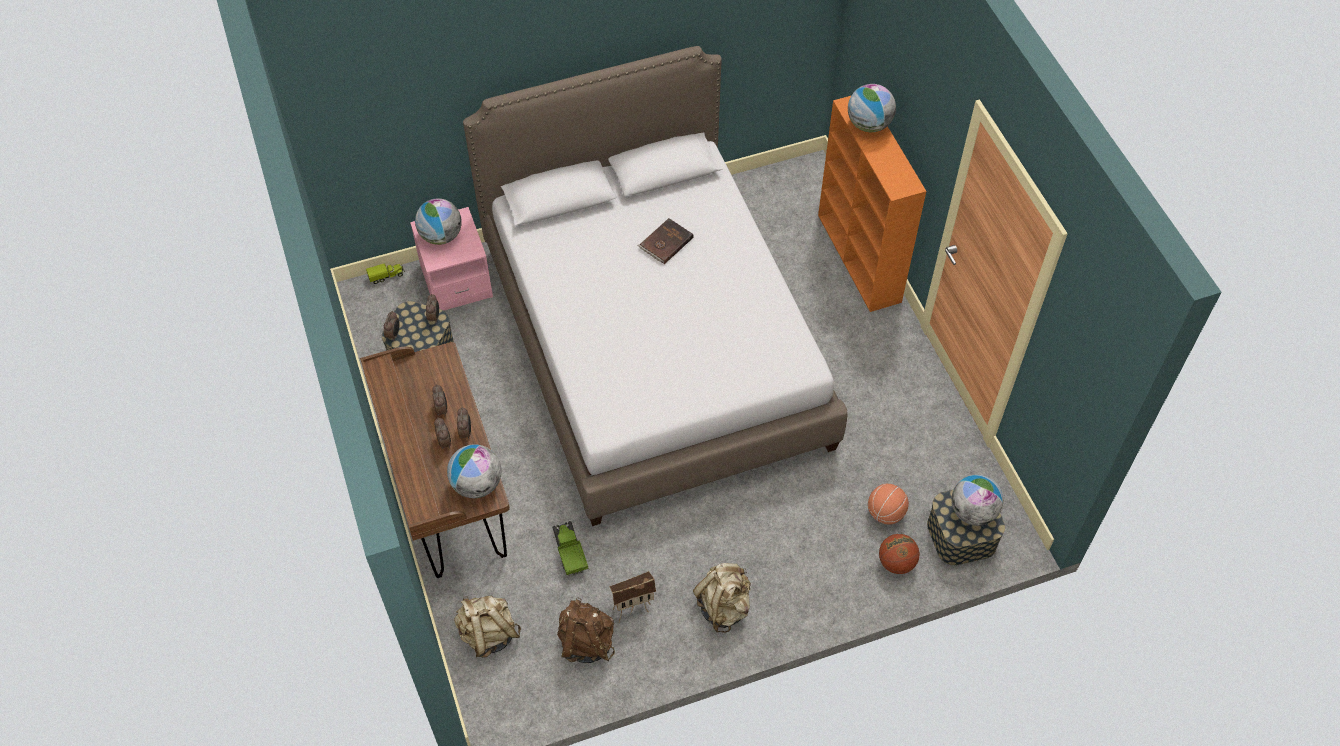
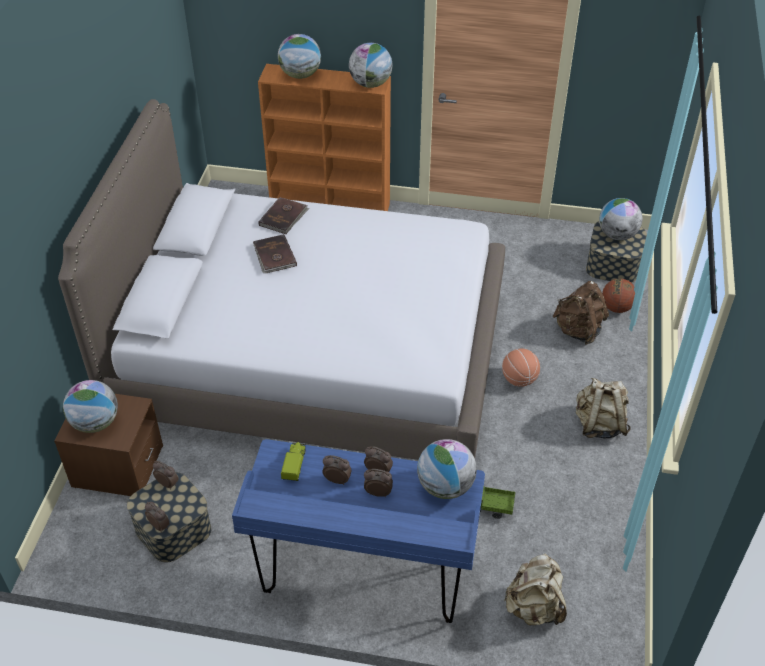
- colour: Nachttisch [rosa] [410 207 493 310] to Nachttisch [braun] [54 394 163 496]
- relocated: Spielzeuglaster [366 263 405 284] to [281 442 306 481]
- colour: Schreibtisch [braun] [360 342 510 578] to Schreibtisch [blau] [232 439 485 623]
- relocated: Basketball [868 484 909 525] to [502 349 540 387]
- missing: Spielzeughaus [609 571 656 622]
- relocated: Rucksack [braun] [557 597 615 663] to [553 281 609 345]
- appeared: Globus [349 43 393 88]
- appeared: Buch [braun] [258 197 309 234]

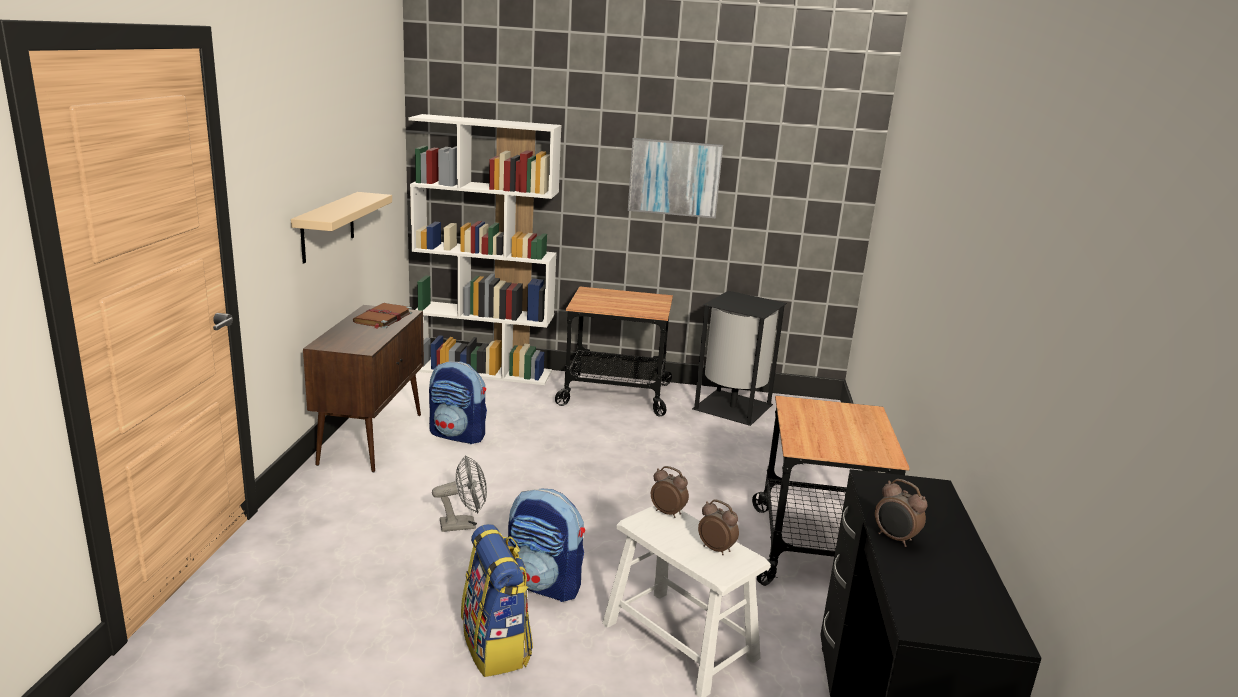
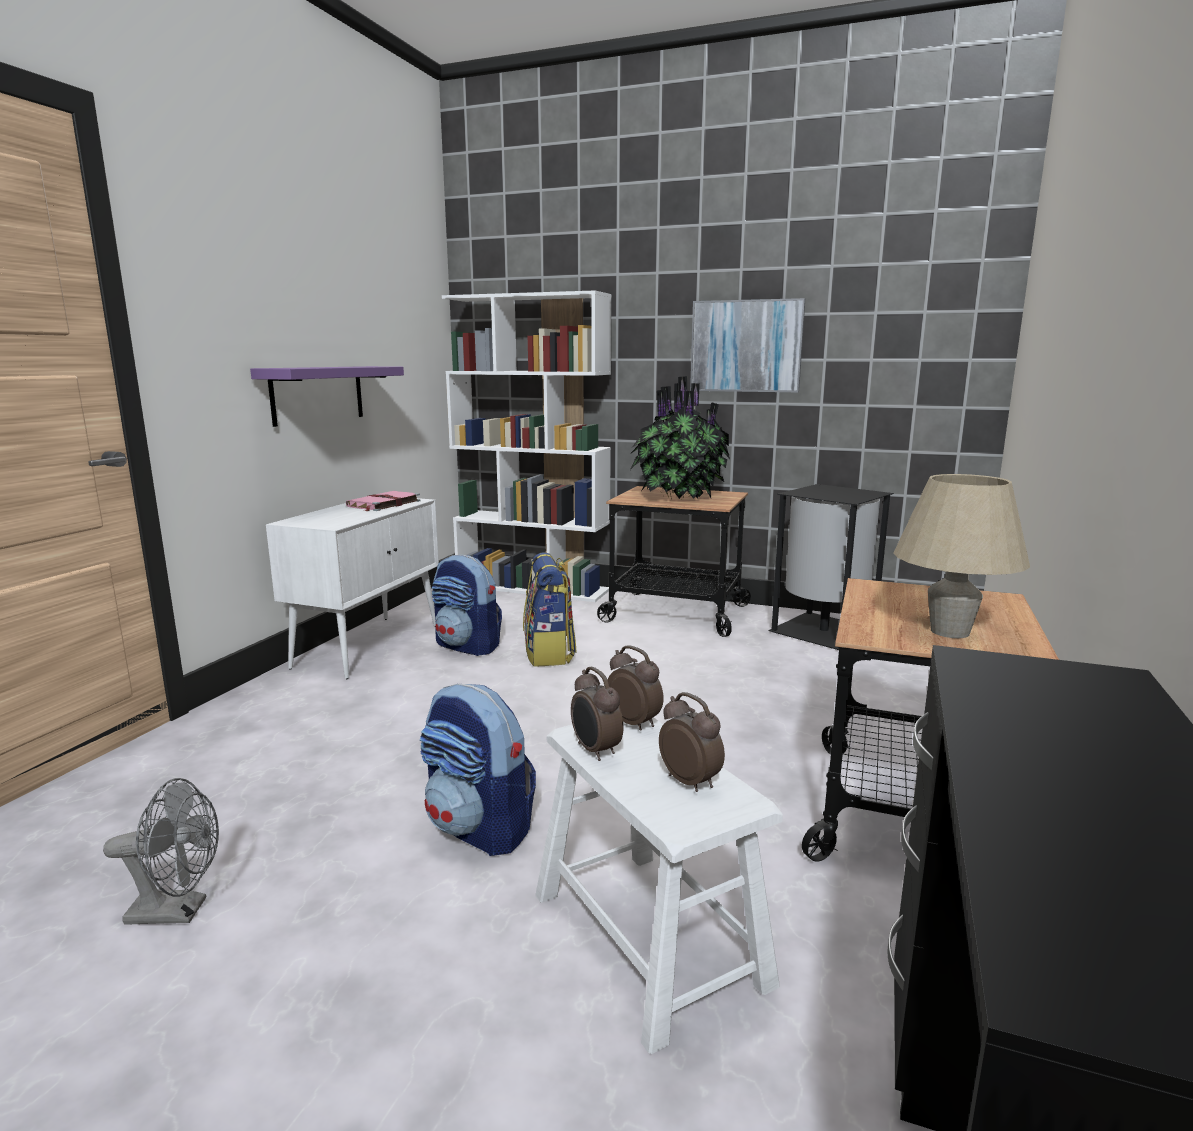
- colour: Wandregal [beige] [291 192 392 264] to Wandregal [lila] [250 366 404 427]
- colour: Buch [braun] [353 303 412 329] to Buch [rosa] [346 491 421 511]
- colour: Schrank [braun] [303 305 424 472] to Schrank [weiß] [266 498 439 679]
- relocated: Ventilator [grau] [432 455 487 532] to [103 778 219 925]
- relocated: Wecker [875 479 928 547] to [571 667 623 761]
- relocated: Rucksack [461 524 533 677] to [523 552 577 667]
- appeared: Topfpflanze [629 376 730 499]
- appeared: Tischlampe [beige] [893 474 1030 638]

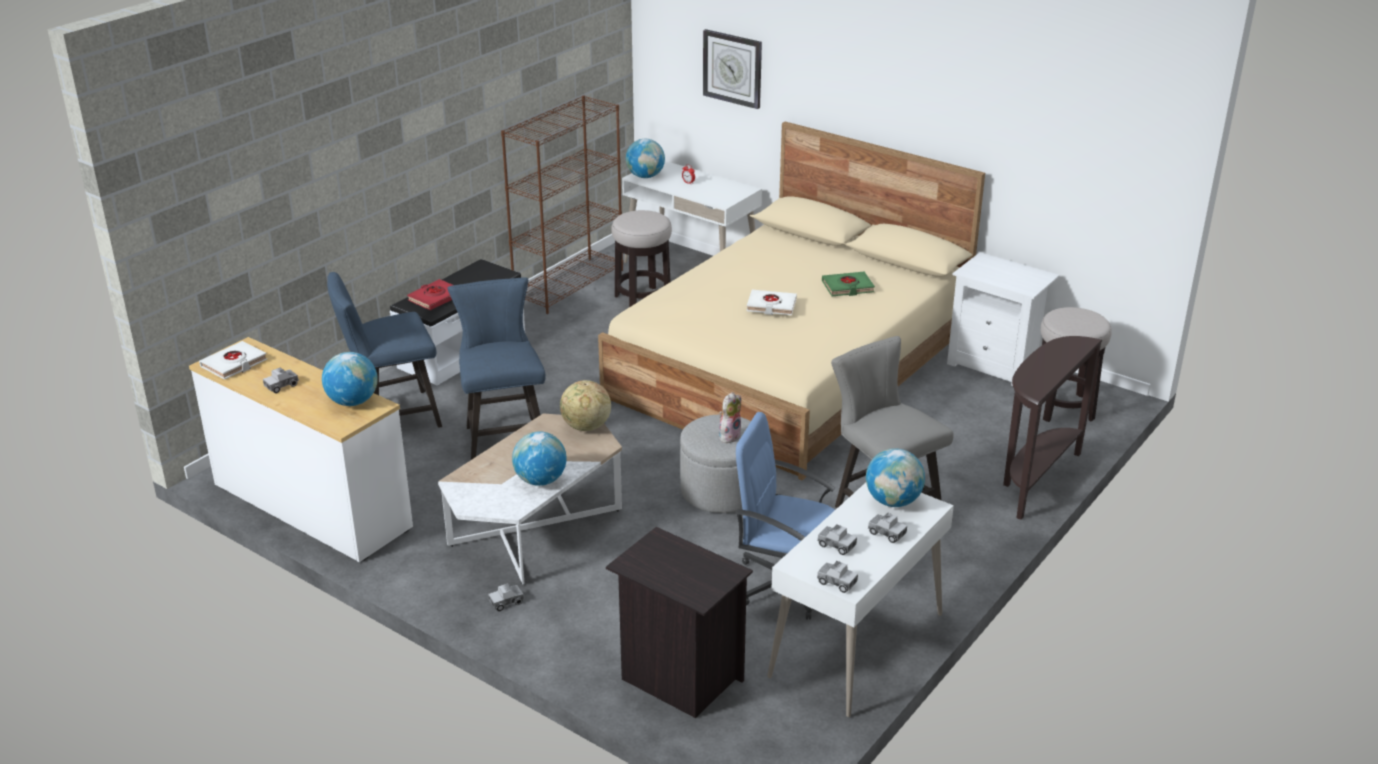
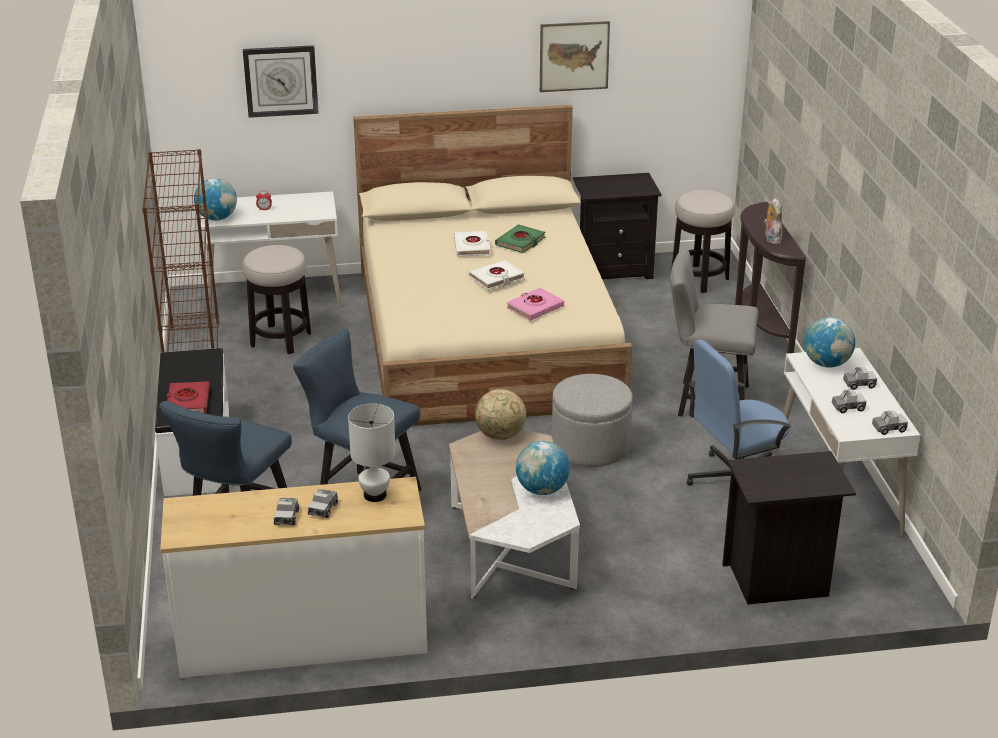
- colour: Nachttisch [weiß] [947 252 1060 386] to Nachttisch [schwarz] [573 173 662 279]
- relocated: Buch [weiß] [199 341 267 380] to [454 231 491 257]
- exchanged: Globus [322 352 378 406] to Tischlampe [weiß] [348 403 396 502]
- relocated: Plüschtier [719 392 741 443] to [764 198 783 244]
- relocated: Spielzeuglaster [488 583 524 611] to [308 489 338 518]
- appeared: Bild [540 21 610 92]
- appeared: Buch [rosa] [507 288 564 321]

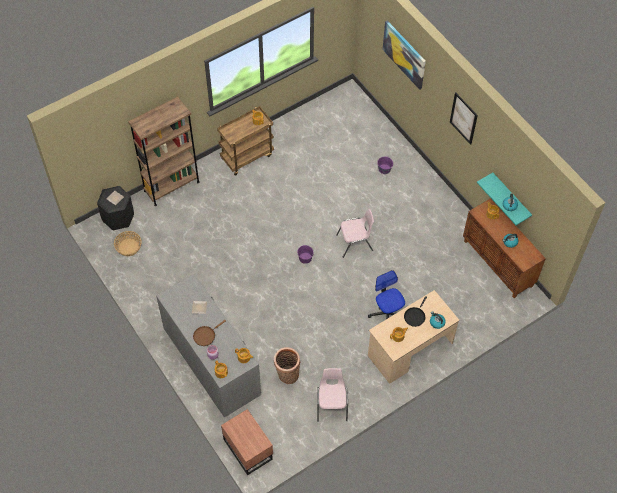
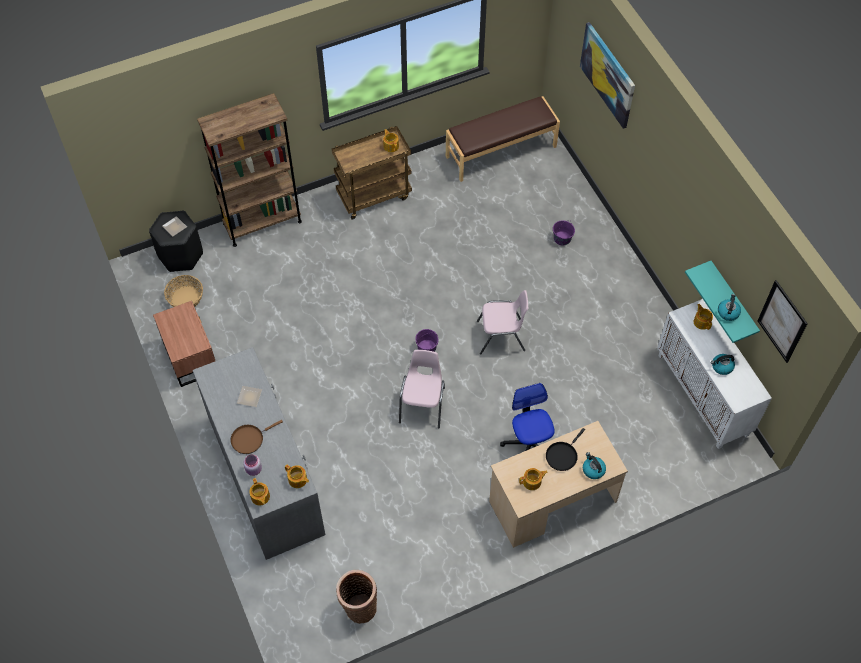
- relocated: Bild [450 92 478 145] to [758 280 808 363]
- colour: Schrank [braun] [463 198 546 298] to Schrank [weiß] [657 299 772 449]
- relocated: Korb [274 347 300 384] to [336 570 377 624]
- relocated: Stuhl [rosa] [317 368 348 422] to [399 350 445 428]
- relocated: Nachttisch [braun] [221 409 273 475] to [153 301 215 387]
- appeared: Bank [braun] [446 96 560 182]

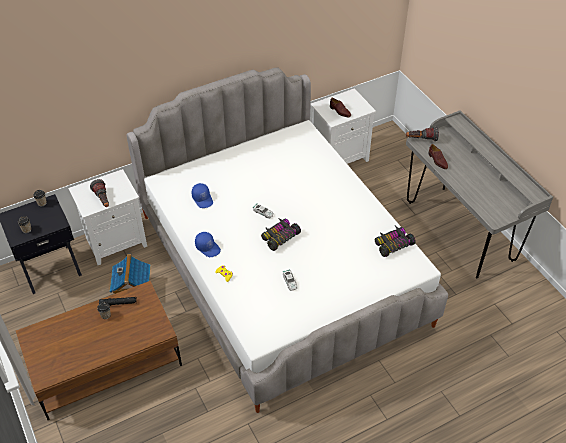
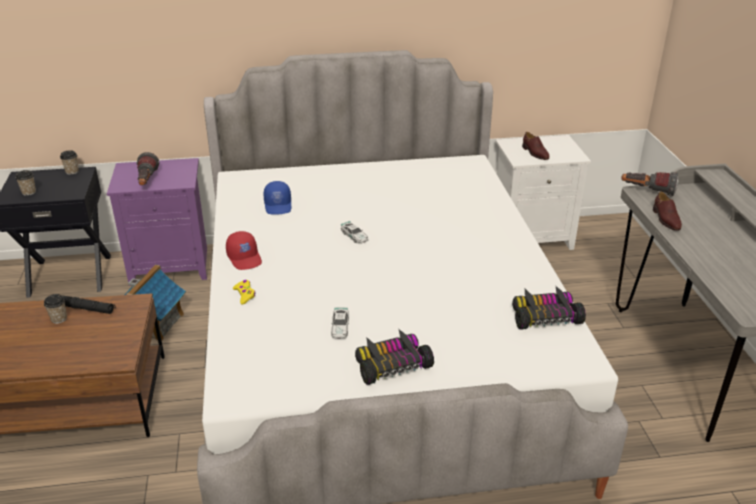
- colour: Nachttisch [weiß] [68 169 147 265] to Nachttisch [lila] [107 158 207 286]
- relocated: Spielzeugauto [261 218 301 251] to [355 329 434 385]
- colour: Kappe [blau] [195 232 221 257] to Kappe [rot] [226 231 262 270]

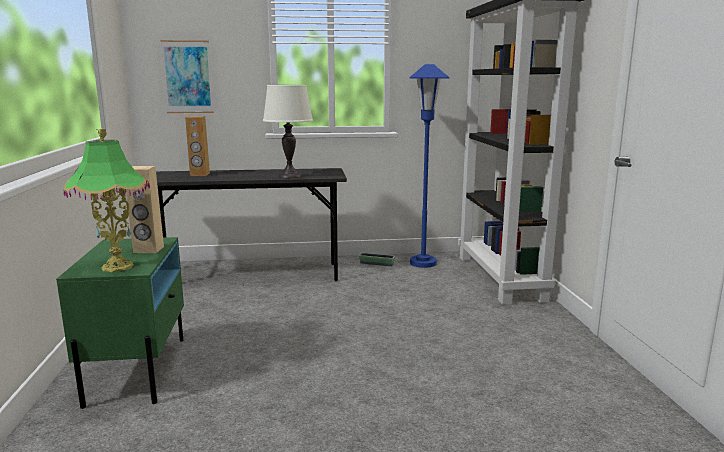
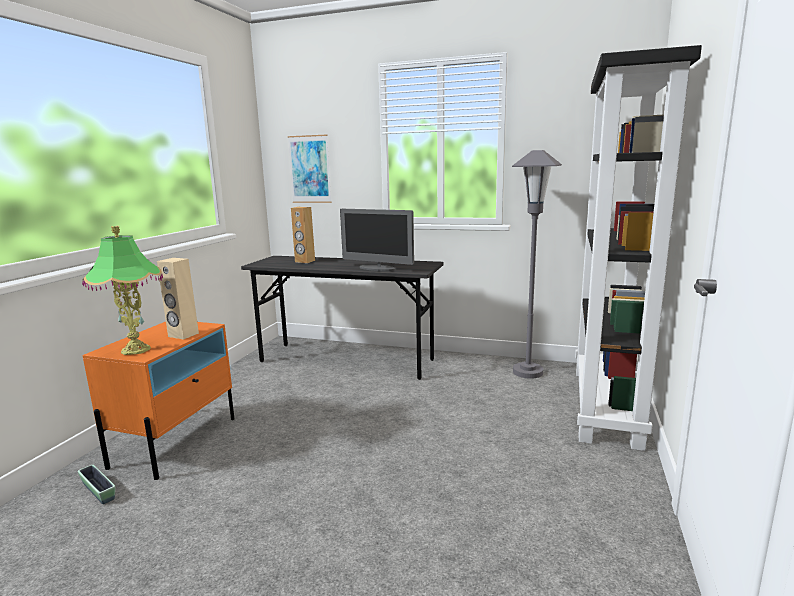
- colour: Stehlampe [blau] [409 64 450 268] to Stehlampe [grau] [512 150 562 379]
- exchanged: Tischlampe [weiß] [263 85 313 178] to Monitor [340 209 414 271]
- colour: Nachttisch [grün] [56 237 184 409] to Nachttisch [orange] [82 321 234 480]
- relocated: Pflanzkübel [359 253 395 266] to [78 465 115 504]

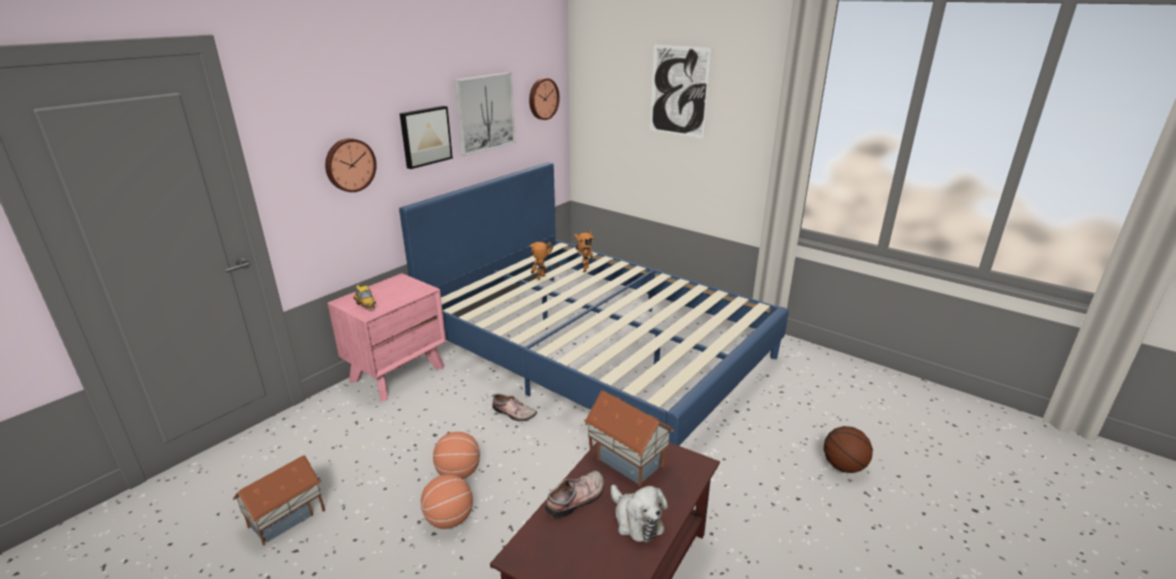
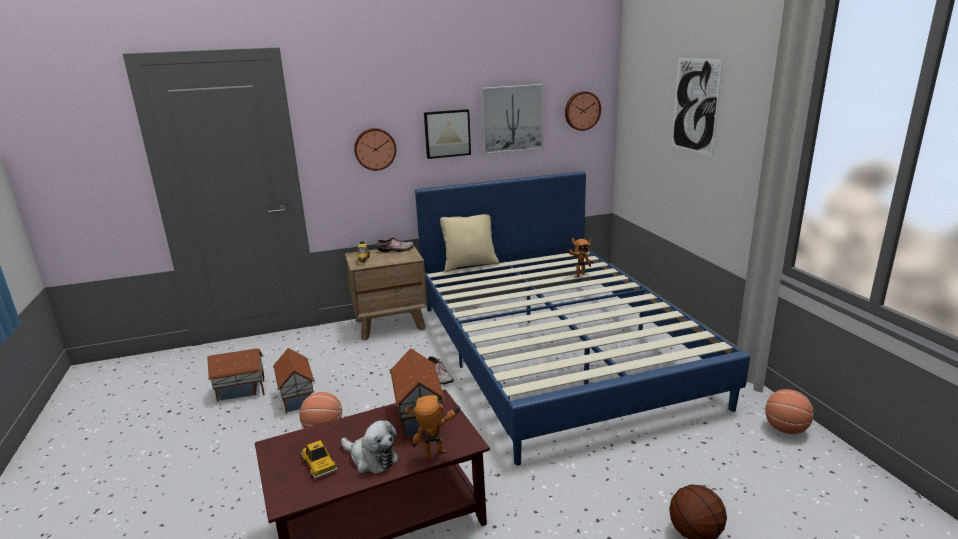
- relocated: Spielzeugroboter [530 242 553 280] to [405 395 461 458]
- colour: Nachttisch [rosa] [328 273 446 401] to Nachttisch [braun] [345 246 427 340]
- relocated: Basketball [433 432 480 479] to [765 389 814 434]
- relocated: Schuh [545 471 604 518] to [377 237 414 252]
- spun: Plüschtier [611 485 668 543] = [341 420 399 474] 60 degrees counterclockwise
- appeared: Kissen [beige] [440 214 500 272]
- appeared: Spielzeughaus [273 348 315 414]
- appeared: Spielzeugauto [301 440 338 479]

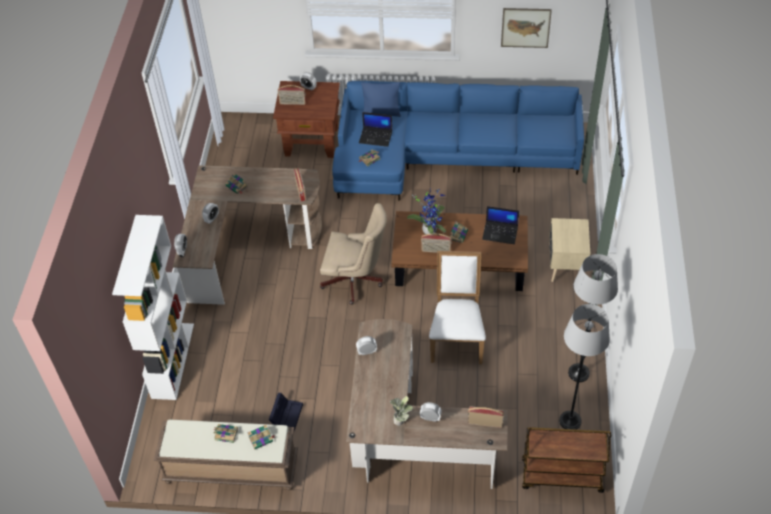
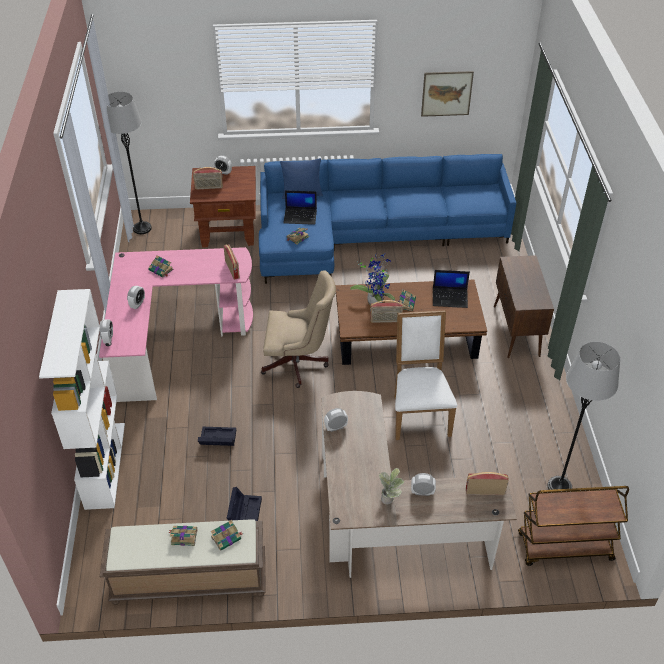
- colour: Schreibtisch [braun] [173 166 322 305] to Schreibtisch [rosa] [99 247 253 402]
- exchanged: Nachttisch [beige] [549 218 590 282] to Schrank [braun] [494 255 554 358]
- relocated: Stehlampe [grau] [568 254 618 382] to [103 92 152 234]
- appeared: Aufbewahrungsbox [schwarz] [198 427 236 446]

